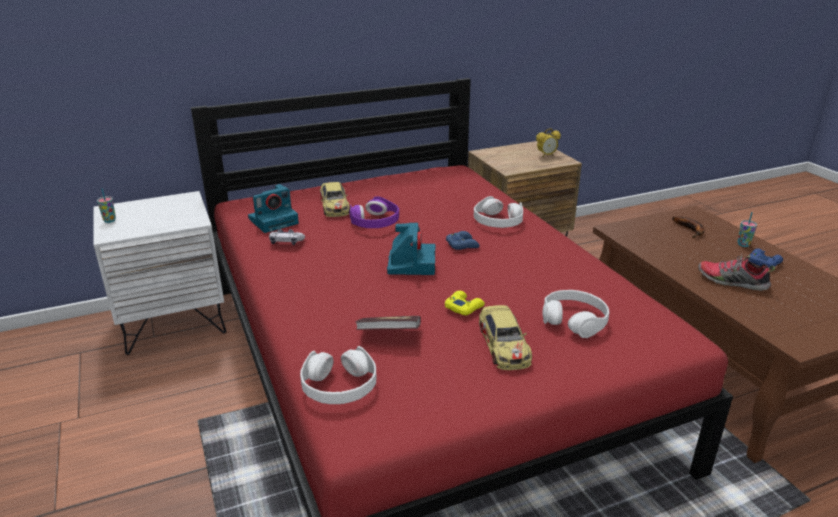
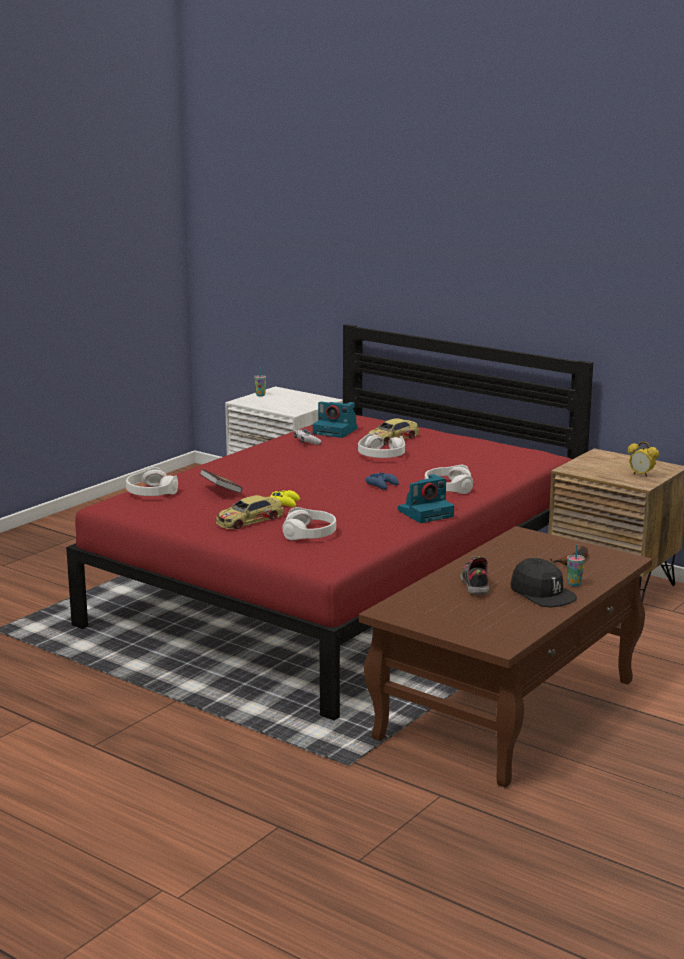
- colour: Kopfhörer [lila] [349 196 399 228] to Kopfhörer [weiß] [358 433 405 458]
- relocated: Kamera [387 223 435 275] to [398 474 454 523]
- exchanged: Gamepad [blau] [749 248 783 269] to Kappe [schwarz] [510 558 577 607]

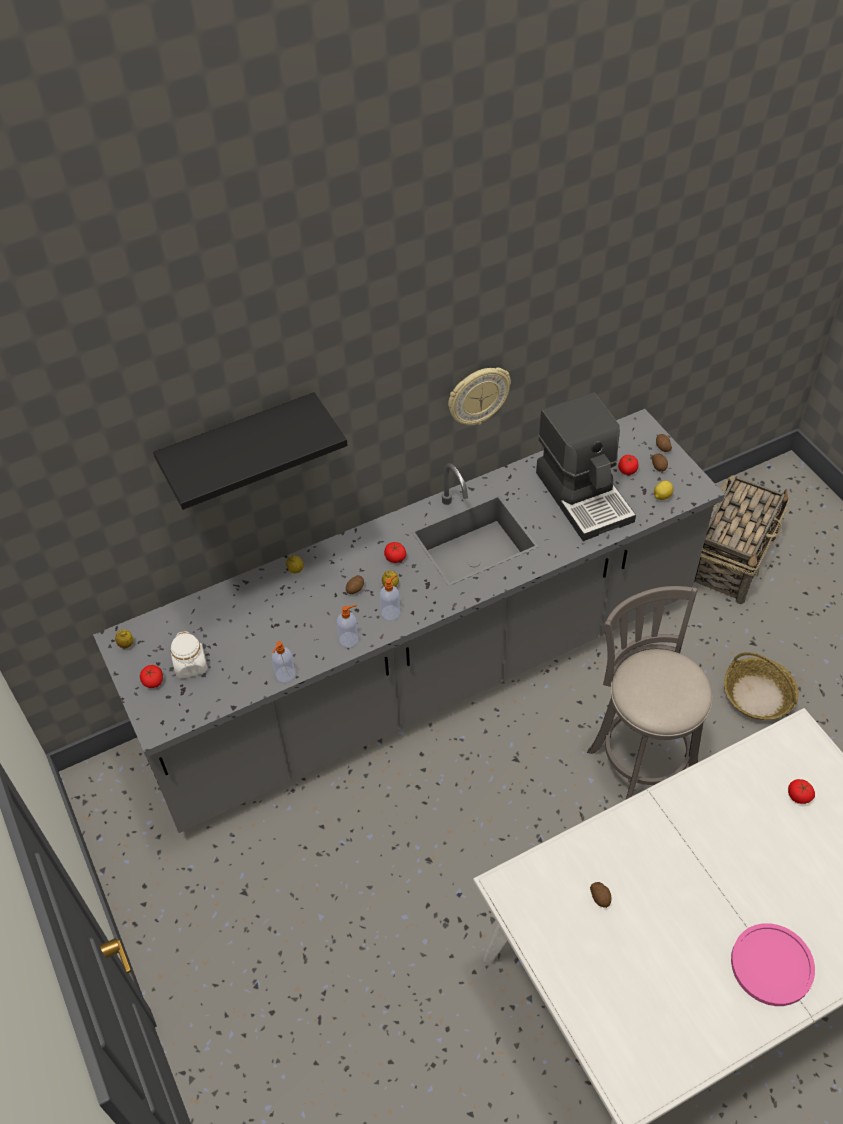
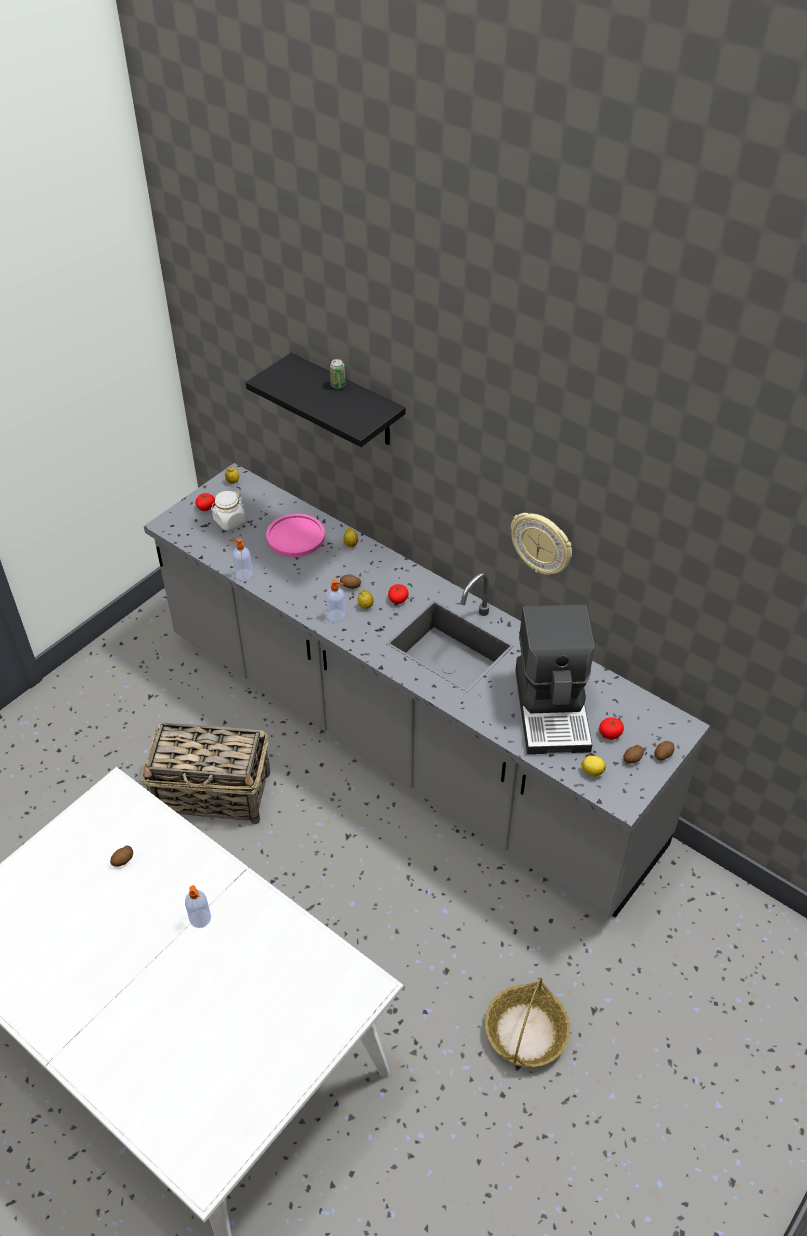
- spun: Kaffeemaschine [536 392 636 541] = [515 604 595 754] 45 degrees counterclockwise
- relocated: Korb [694 475 789 604] to [141 722 270 825]
- missing: Hocker [grau] [587 586 712 799]
- relocated: Seifenspender [337 605 358 648] to [185 885 211 928]
- missing: Tomate [788 779 815 804]
- relocated: Teller [rosa] [731 923 815 1006] to [266 514 325 557]
- appeared: Dose [330 359 345 389]

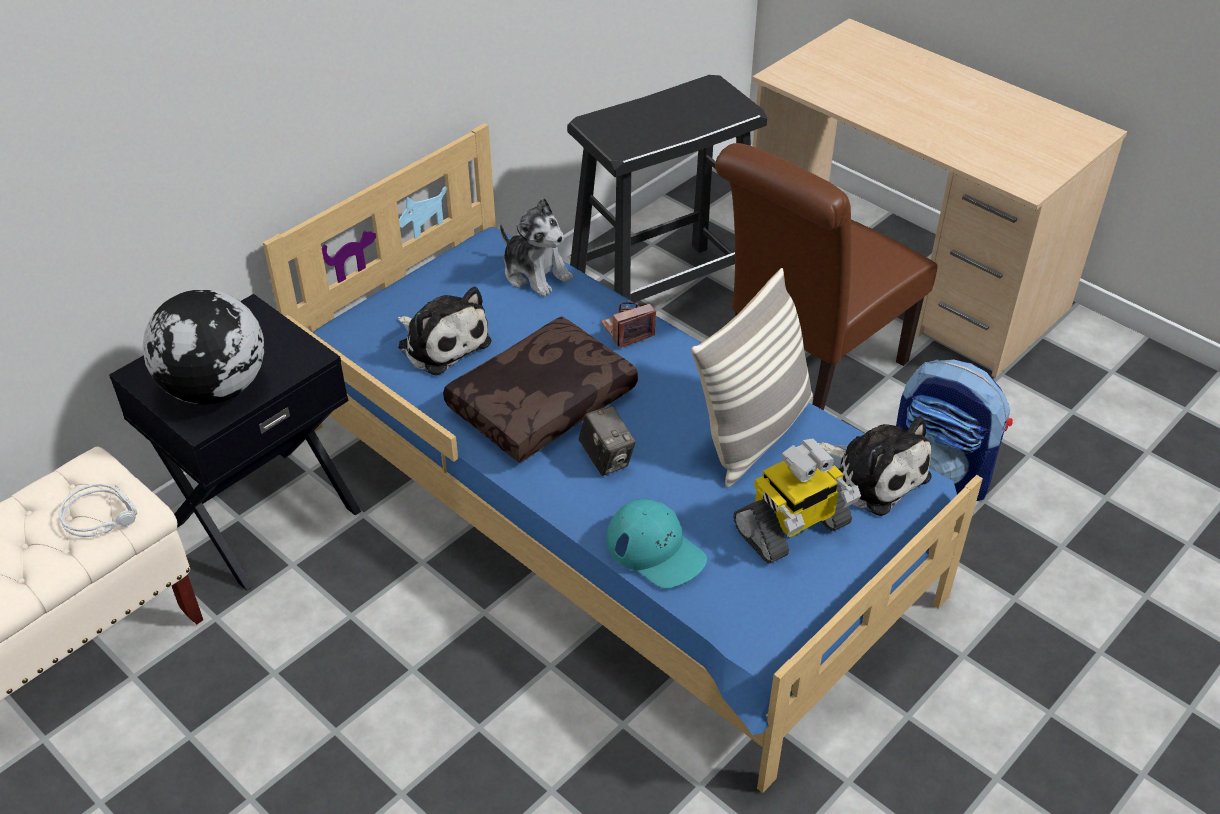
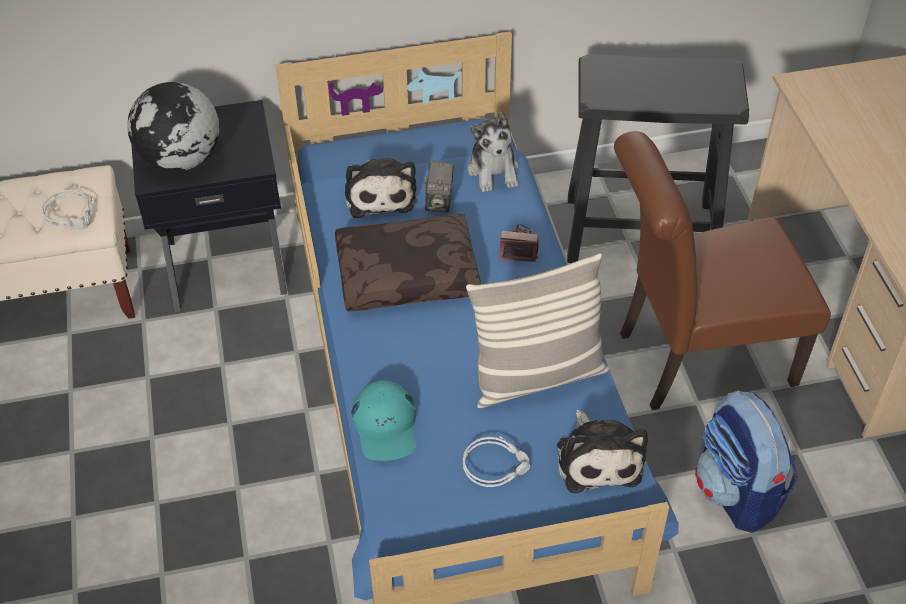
- relocated: Kamera [579 405 636 476] to [424 161 454 213]
- exchanged: Spielzeugroboter [733 439 861 563] to Kopfhörer [grau] [463 436 530 487]

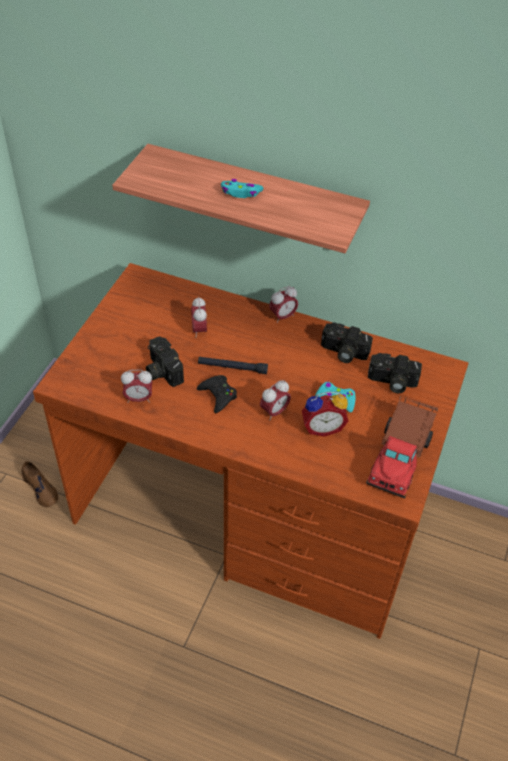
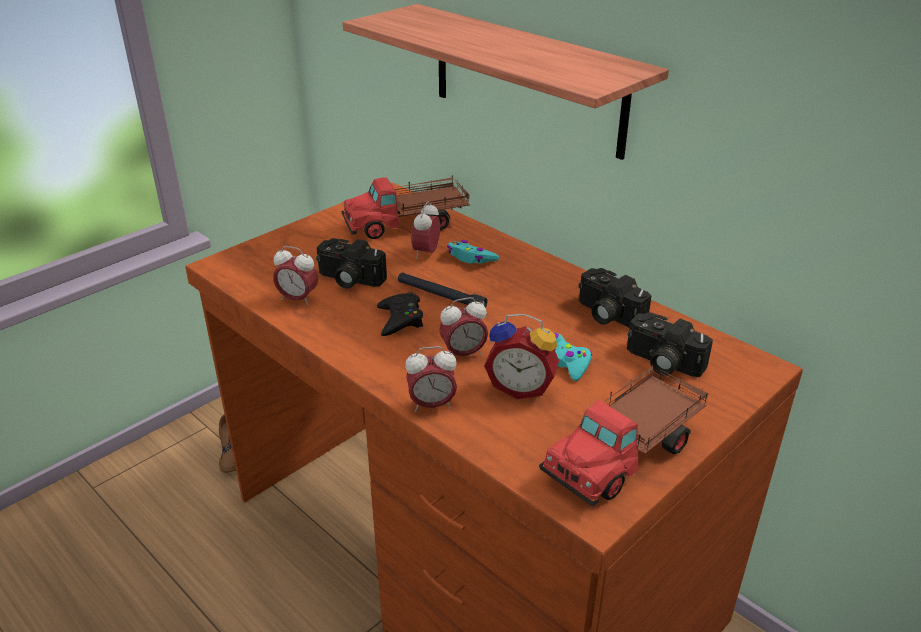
- relocated: Gamepad [türkis] [221 179 264 198] to [447 240 499 264]
- relocated: Wecker [269 286 298 323] to [405 346 457 412]
- spun: Kamera [146 336 184 387] = [316 238 387 289] 60 degrees counterclockwise
- appeared: Spielzeuglaster [341 176 470 239]

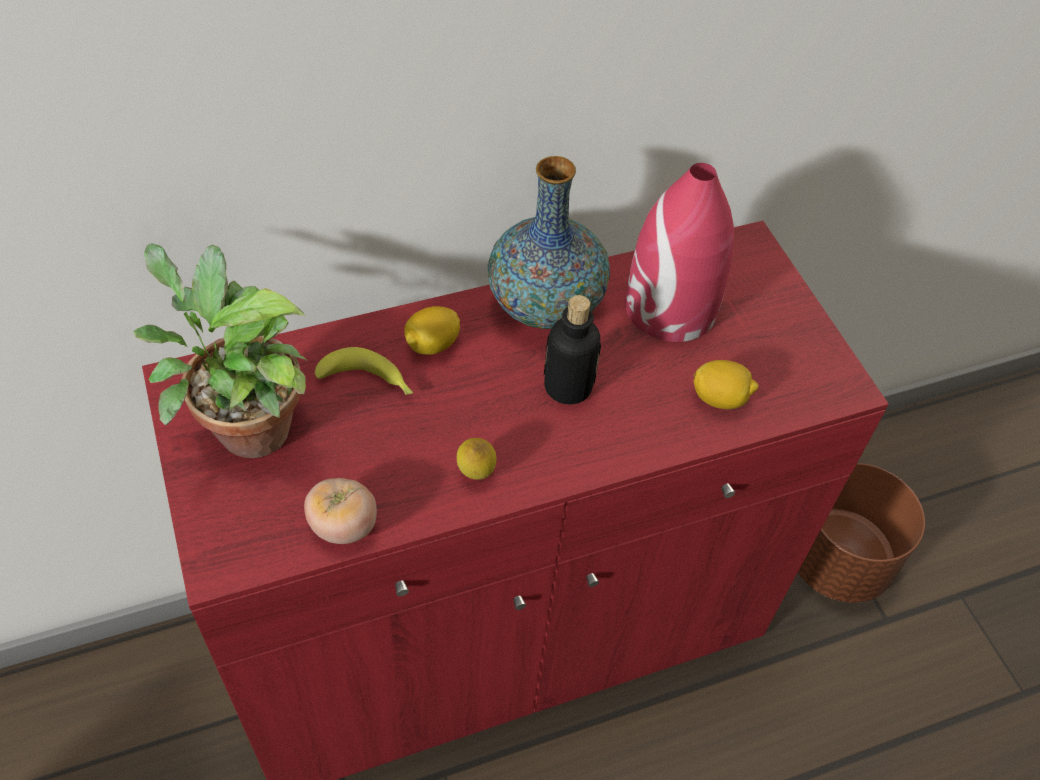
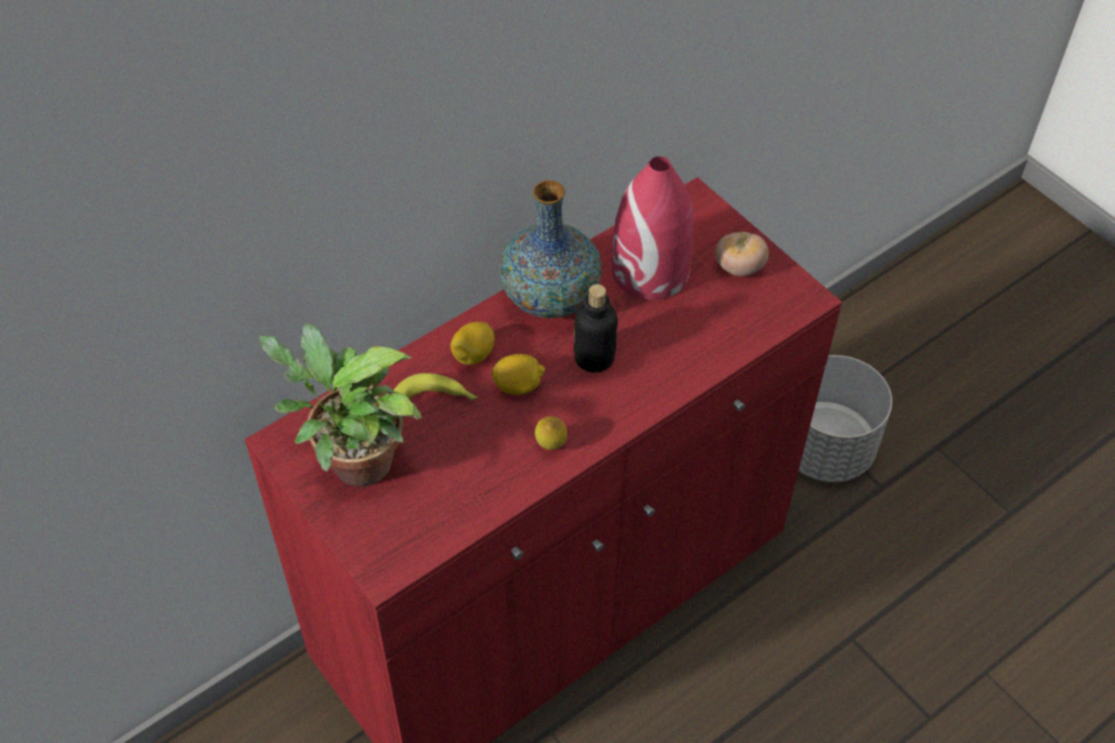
- relocated: Zitrone [693 360 759 409] to [491 354 545 395]
- colour: Pflanzkübel [braun] [798 463 925 603] to Pflanzkübel [grau] [799 355 892 482]
- relocated: Tomate [304 478 377 544] to [715 232 769 276]

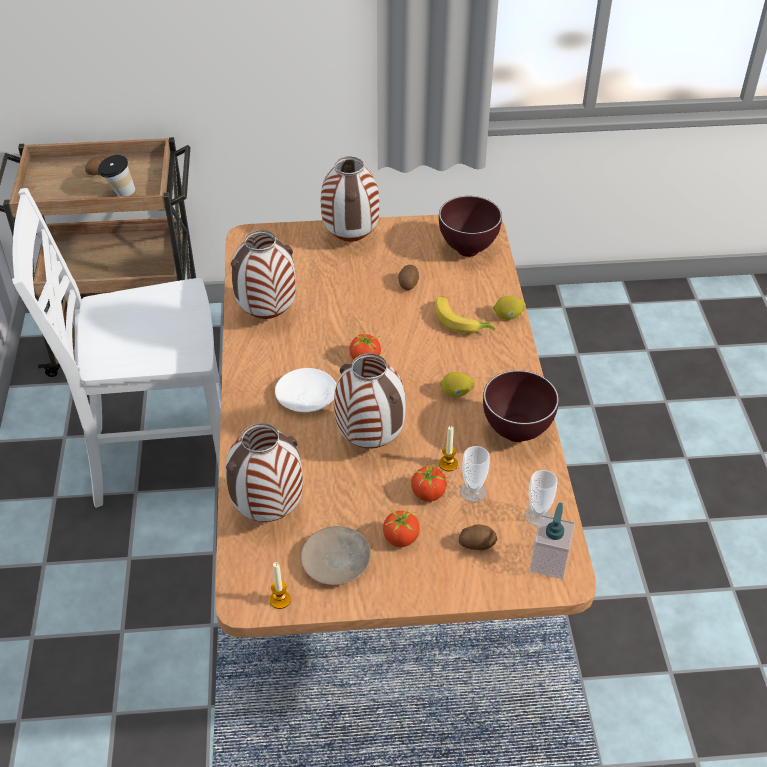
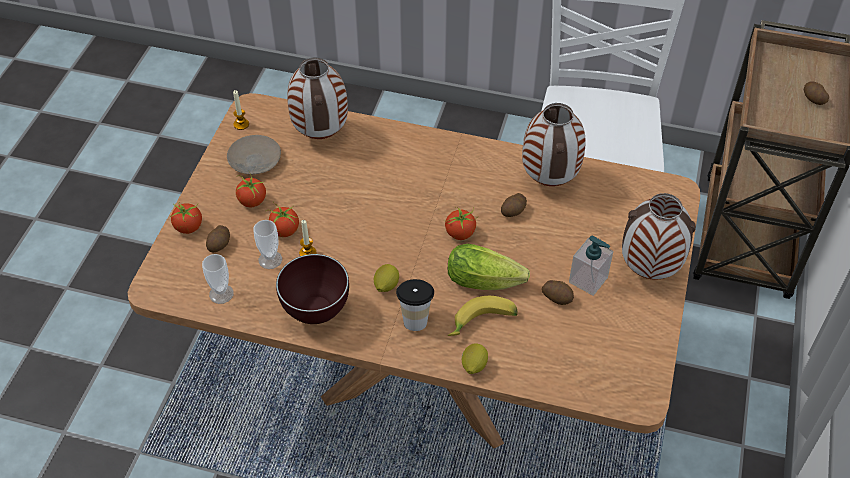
- relocated: Tasse [98 155 135 197] to [396 279 434 331]
- missing: Schüssel [braun] [439 196 502 257]
- missing: Vase [334 353 406 449]
- missing: Teller [weiß] [275 368 336 412]
- relocated: Seifenspender [530 502 575 579] to [569 236 613 296]
- appeared: Kartoffel [501 193 527 217]
- appeared: Tomate [170 202 202 234]
- appeared: Salatkopf [448 244 530 290]

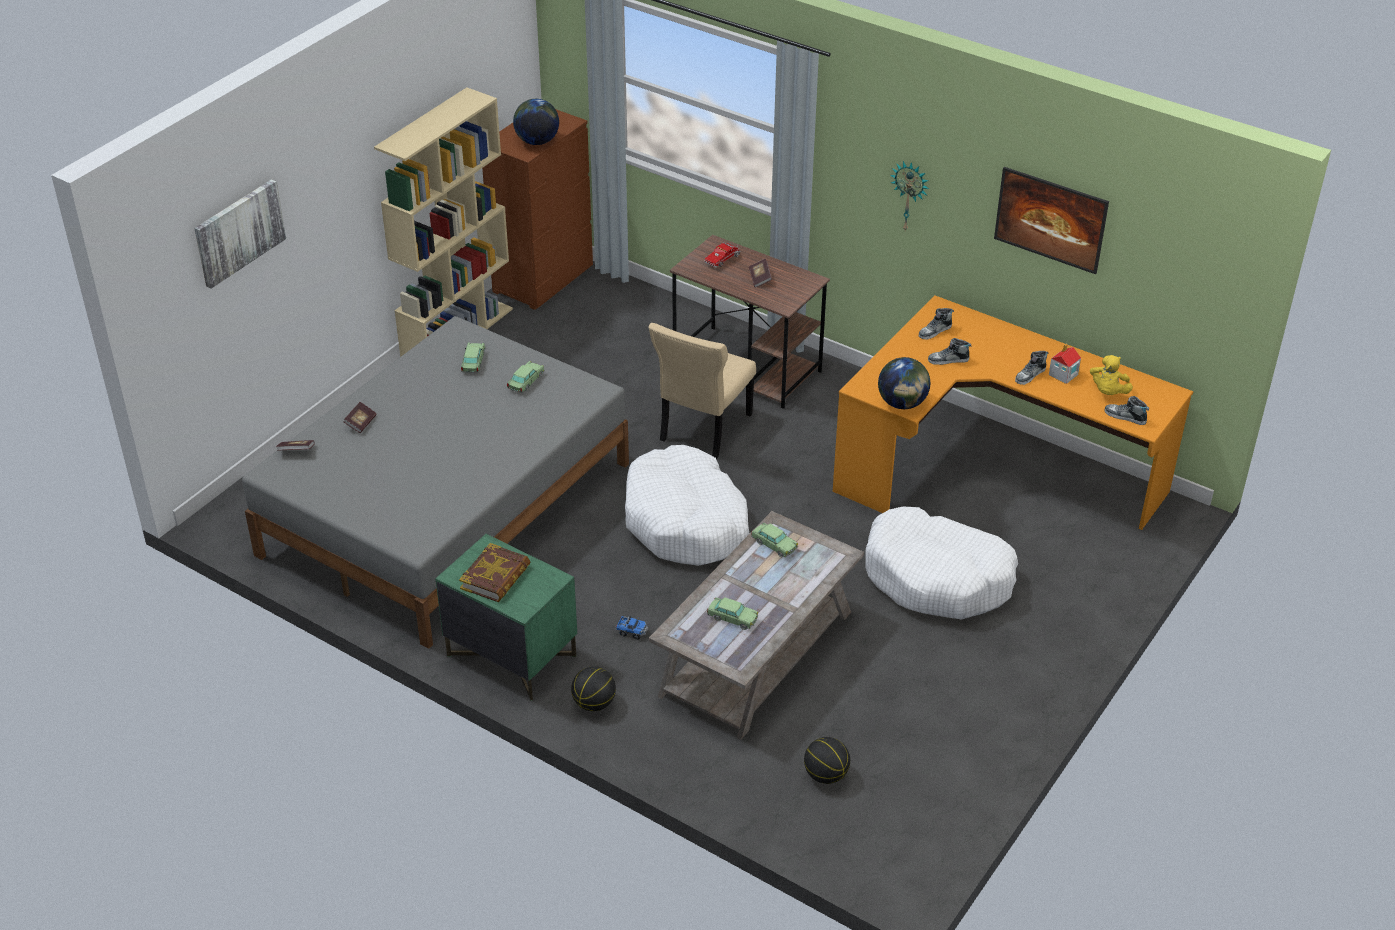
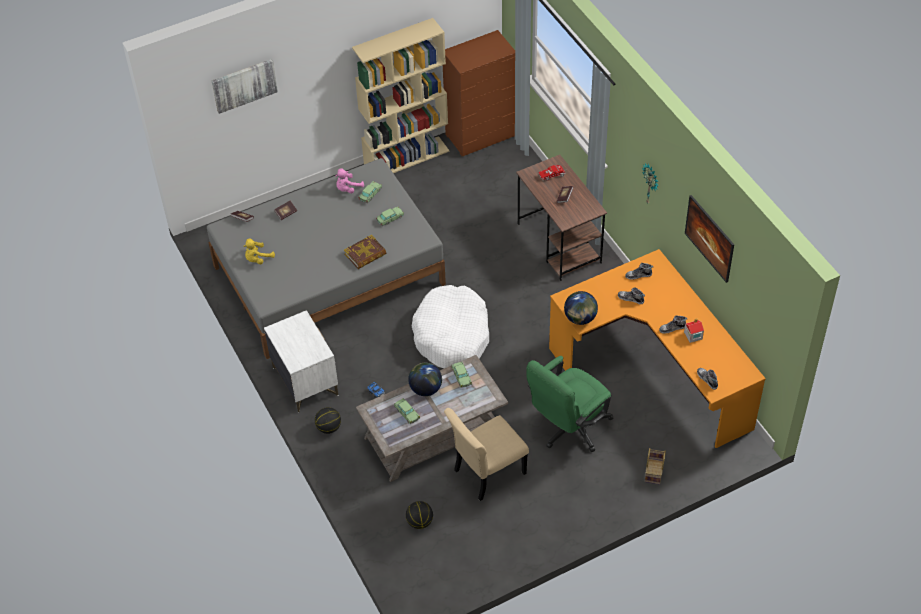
- relocated: Globus [513 99 559 145] to [408 363 442 396]
- relocated: Stuhl [beige] [649 323 756 459] to [444 408 529 501]
- relocated: Plüschtier [gelb] [1090 355 1133 395] to [243 239 275 264]
- exchanged: Hundebett [weiß] [865 506 1018 619] to Bürostuhl [grün] [526 356 614 452]
- colour: Nachttisch [grün] [435 534 577 701] to Nachttisch [weiß] [264 310 338 412]
- relocated: Buch [459 543 530 602] to [344 235 386 269]
- appeared: Plüschtier [rosa] [336 168 364 193]
- appeared: Korb [645 448 666 485]

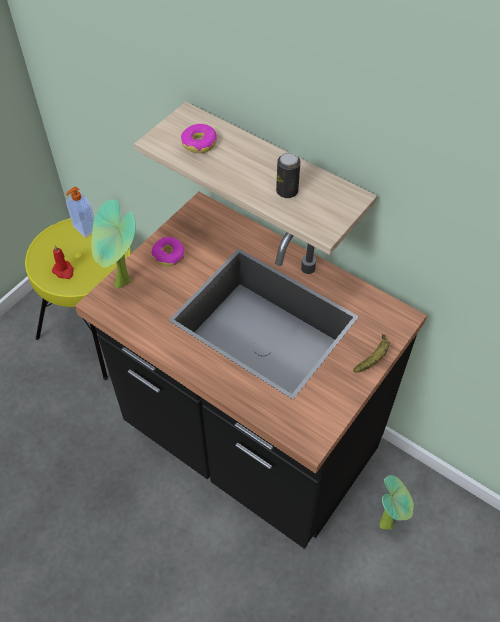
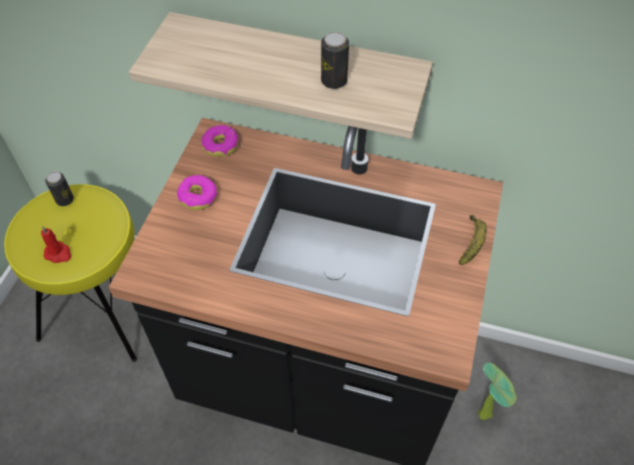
- relocated: Donut [181 124 217 153] to [201 125 239 157]
- exchanged: Seifenspender [66 187 94 238] to Dose [45 172 74 206]
- missing: Topfpflanze [91 199 136 289]

